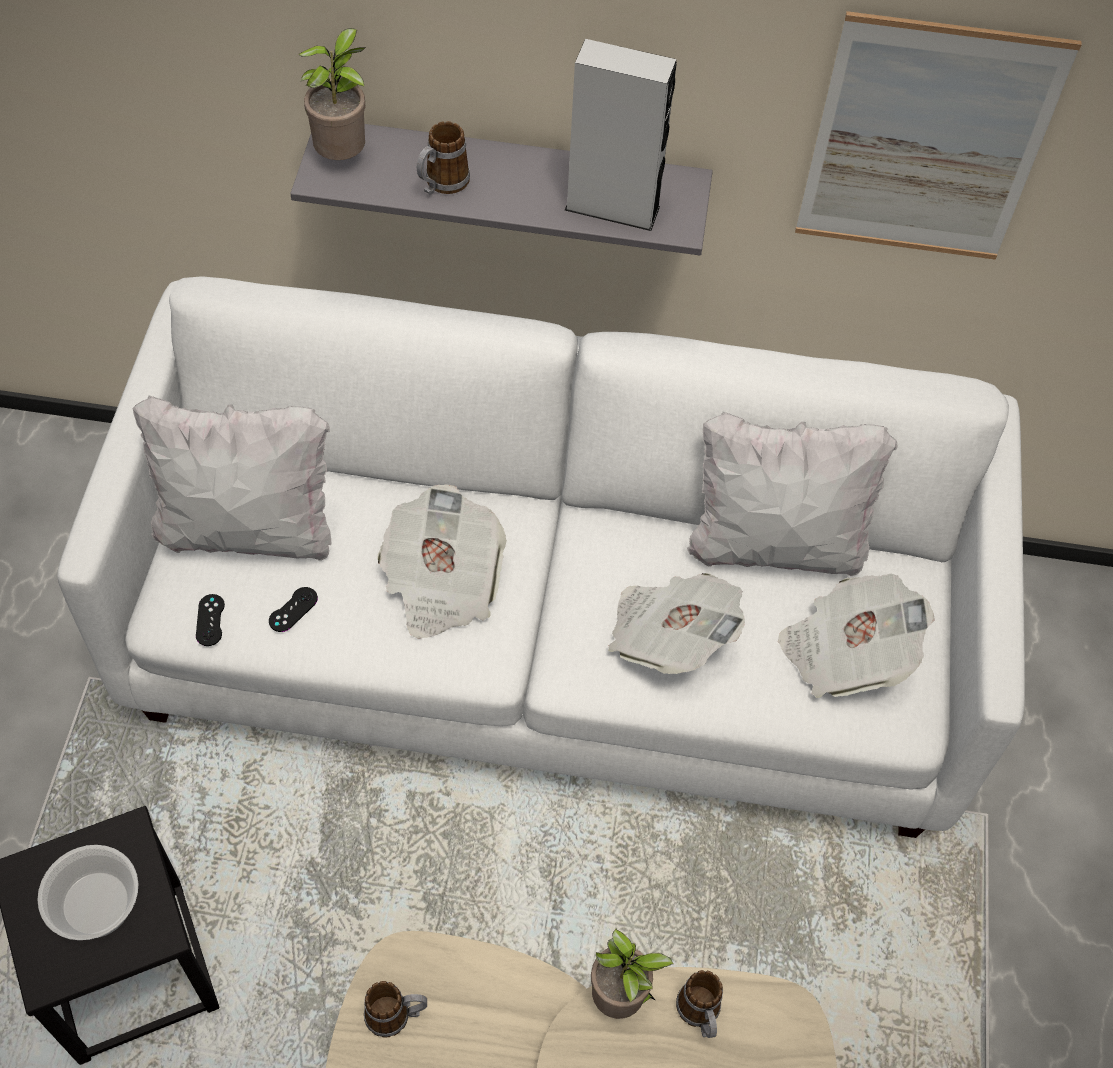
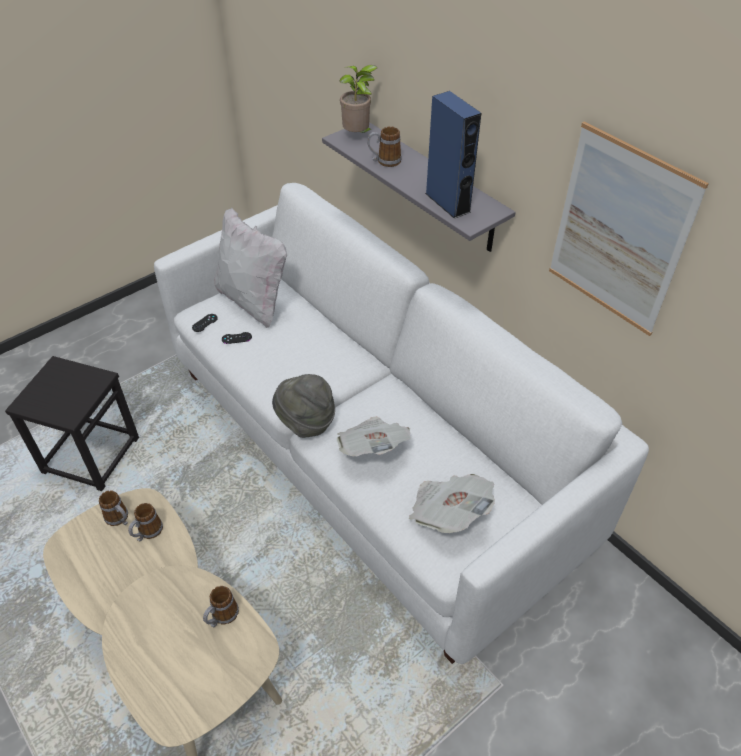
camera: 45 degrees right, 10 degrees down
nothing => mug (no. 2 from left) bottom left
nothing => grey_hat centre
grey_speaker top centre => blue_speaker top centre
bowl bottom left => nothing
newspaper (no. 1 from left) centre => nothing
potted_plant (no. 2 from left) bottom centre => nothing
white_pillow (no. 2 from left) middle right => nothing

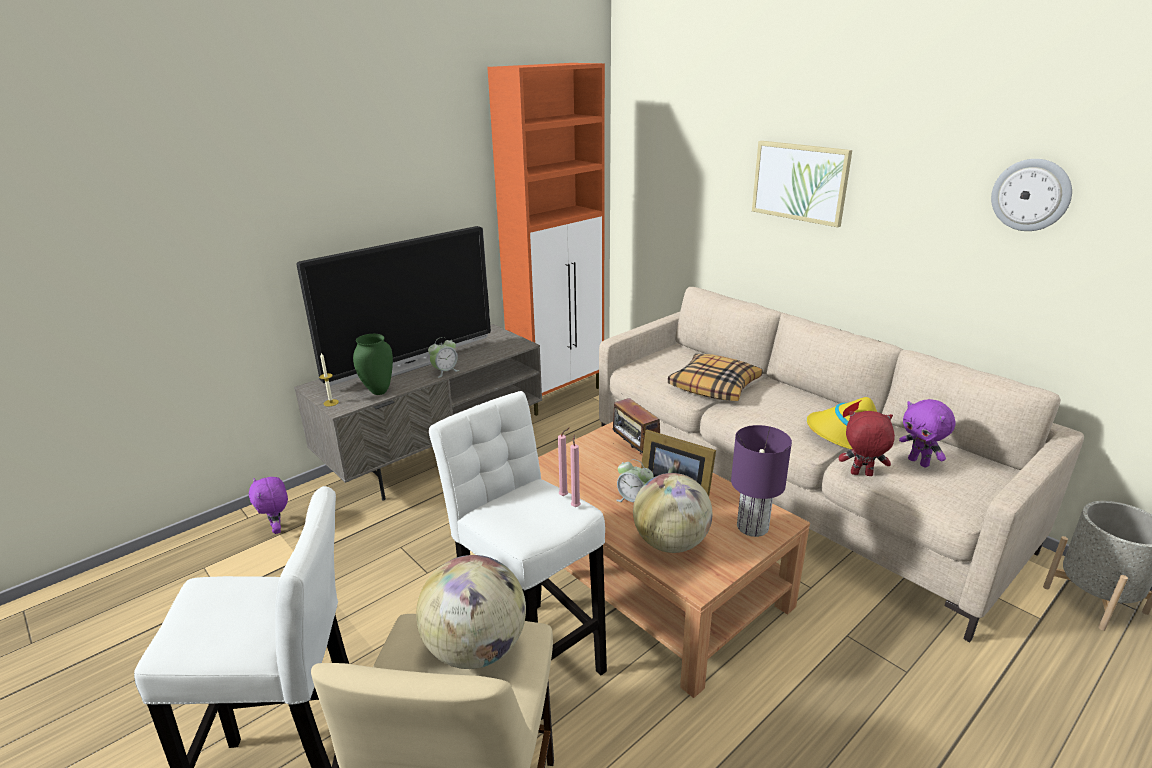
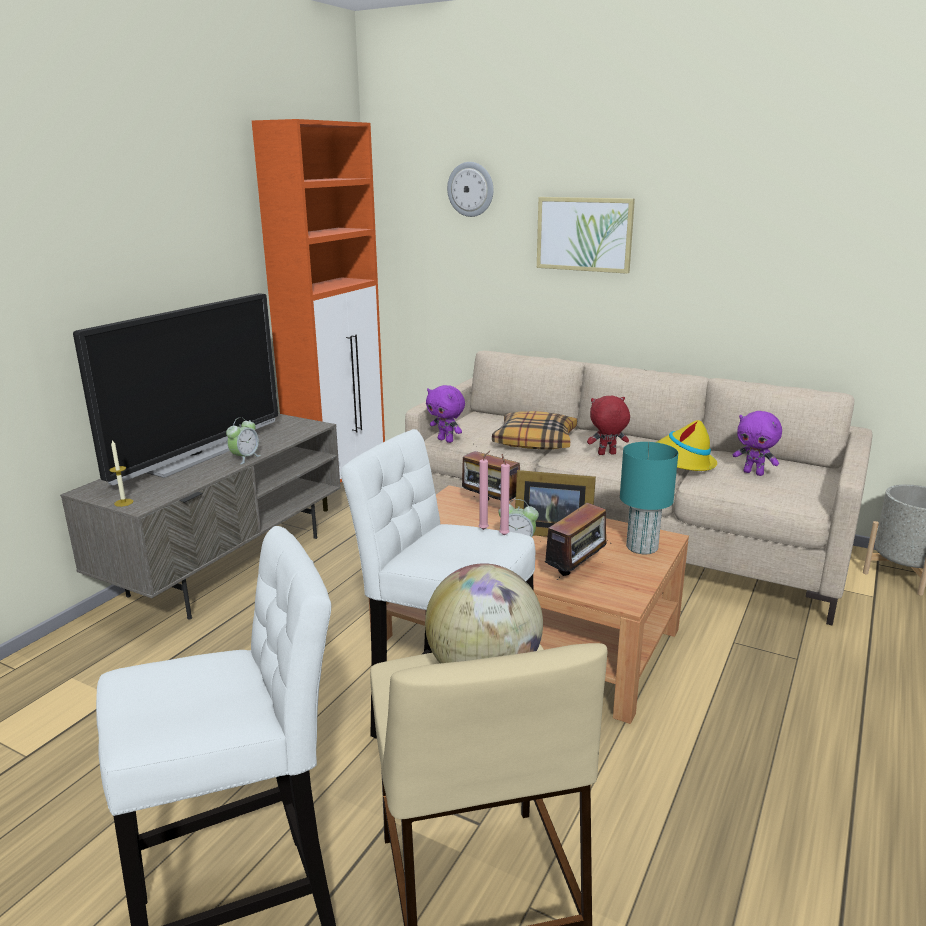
camera: 20 degrees left, 5 degrees down
purple_plush_toy (no. 1 from left) middle left => purple_plush_toy (no. 1 from left) centre, shifted
wall_clock top right => wall_clock top centre, shifted
globe (no. 2 from left) bottom centre => radio (no. 2 from left) centre
red_plush_toy middle right => red_plush_toy centre, shifted
purple_table_lamp centre => turquoise_table_lamp middle right
green_vase middle left => nothing

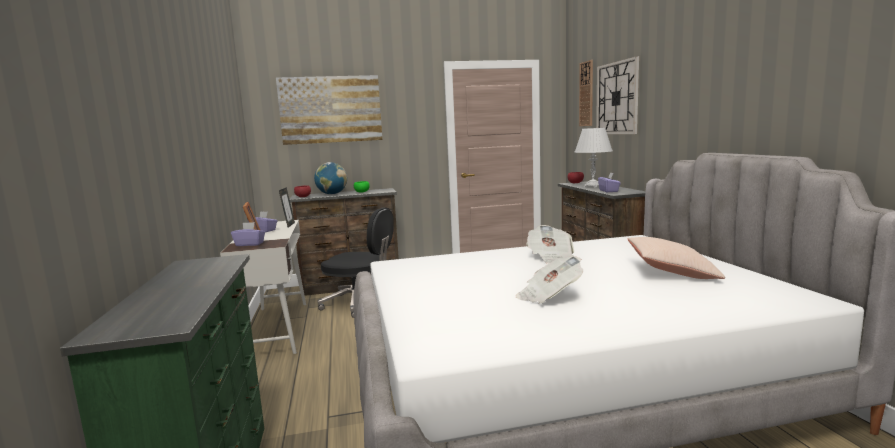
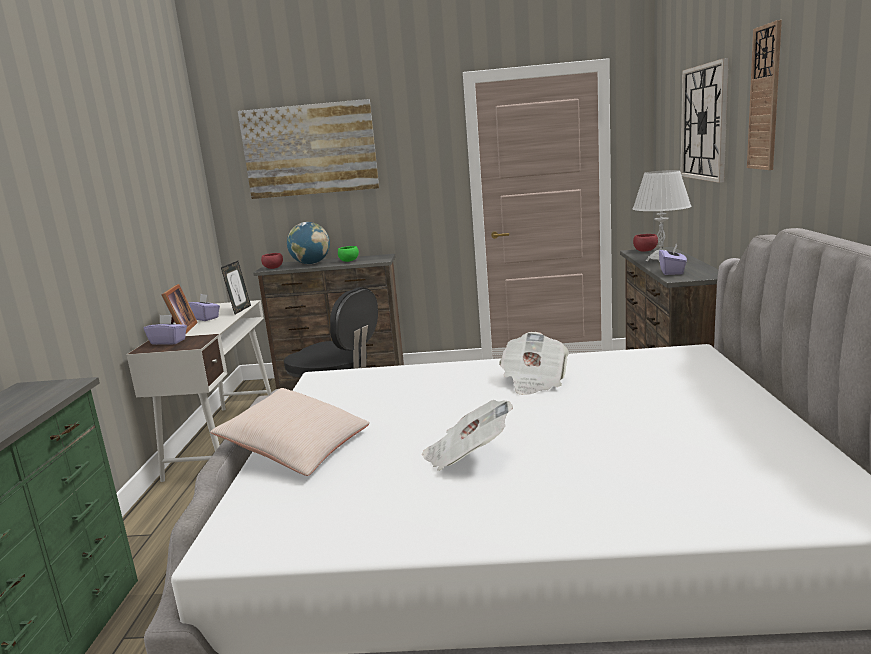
camera: 15 degrees right, 5 degrees up
beige_pillow middle right => beige_pillow middle left, shifted
wall_clock (no. 1 from left in the first image) top centre => wall_clock (no. 2 from left) top right, shifted

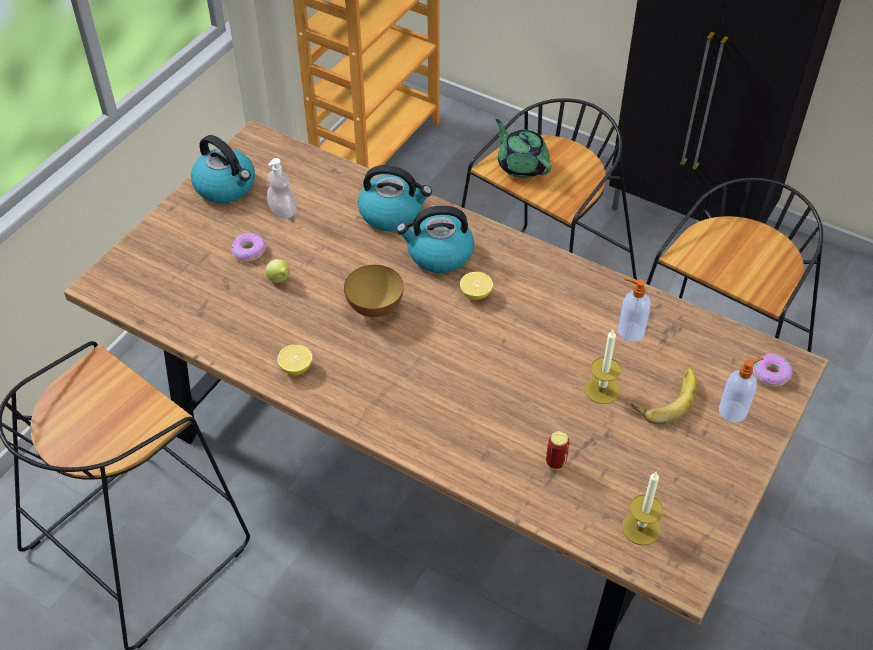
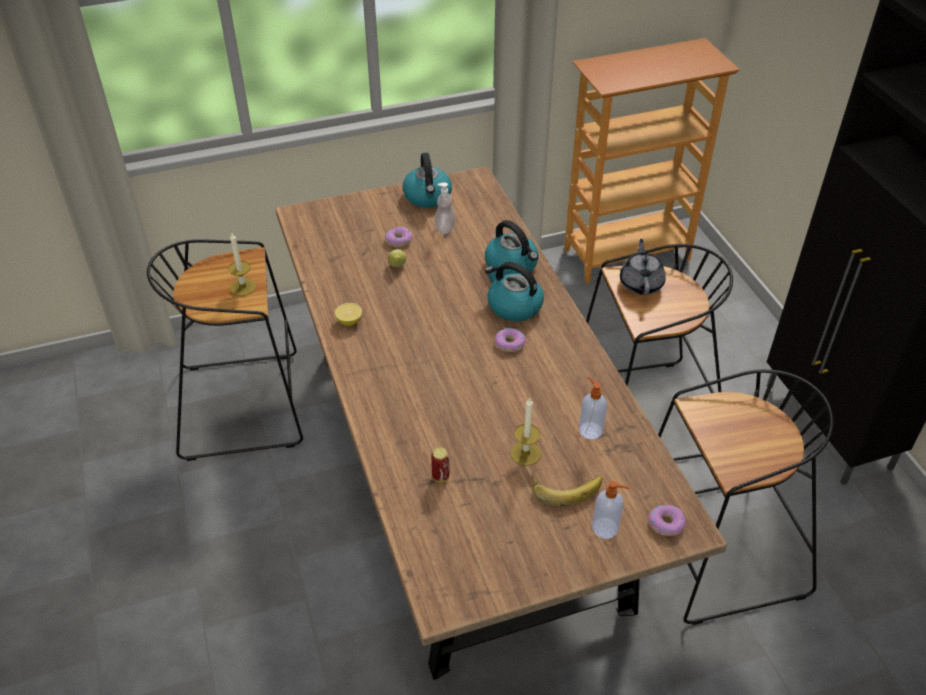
camera: 40 degrees right, 5 degrees down
candle (no. 2 from left in the first image) bottom right => candle (no. 1 from left) middle left, shifted
lemon (no. 3 from left) centre => donut (no. 2 from left) centre
green_teapot top centre => grey_teapot middle right
bowl centre => nothing

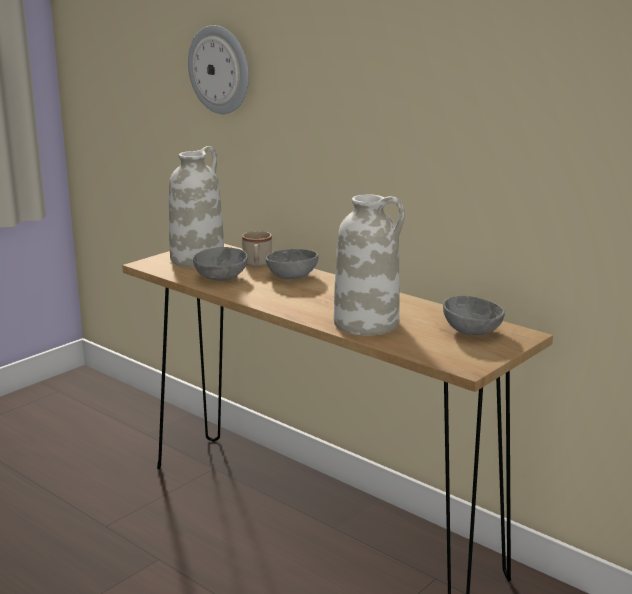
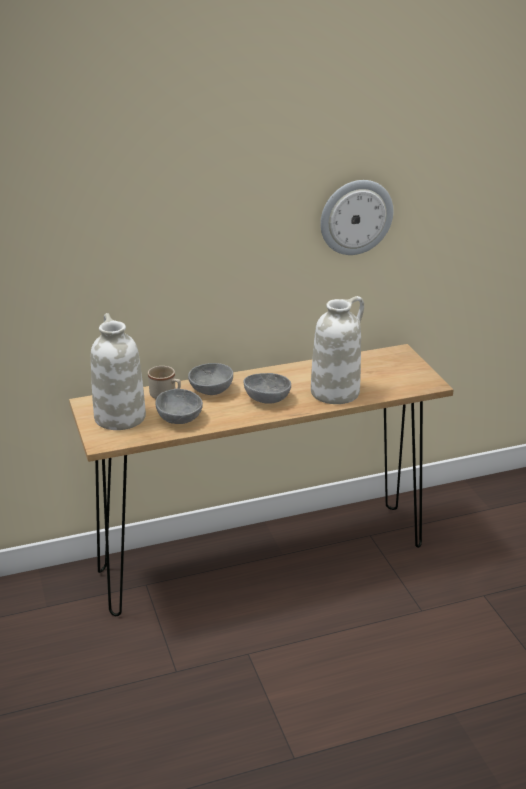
camera: 60 degrees left, 10 degrees up
grey_bowl (no. 3 from left) middle right => grey_bowl (no. 3 from left) centre, shifted
wall_clock top centre => wall_clock top right, shifted

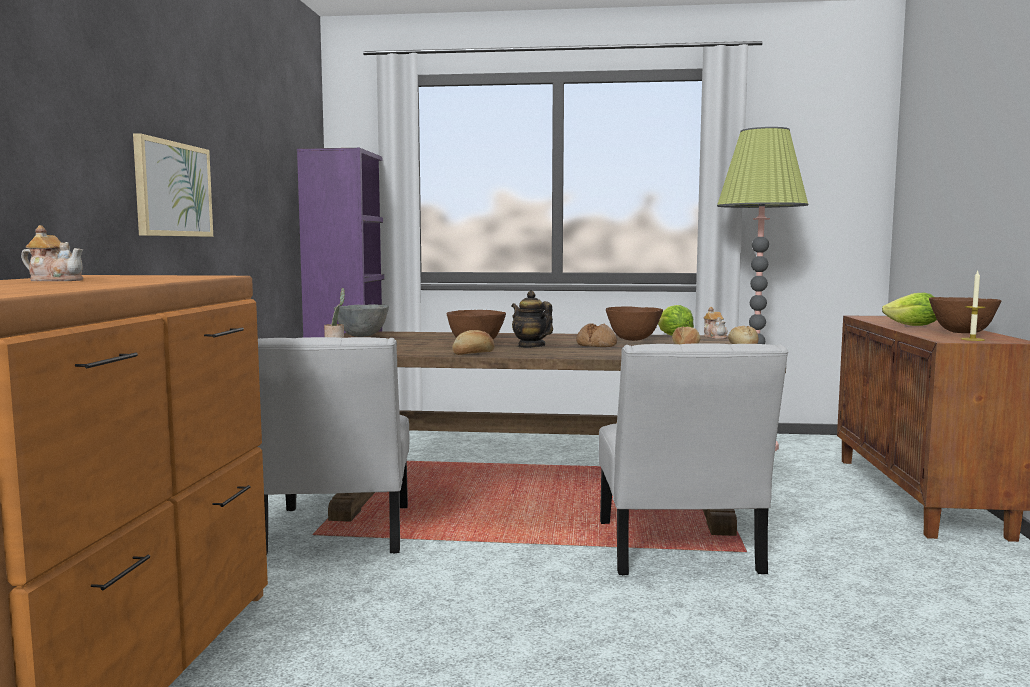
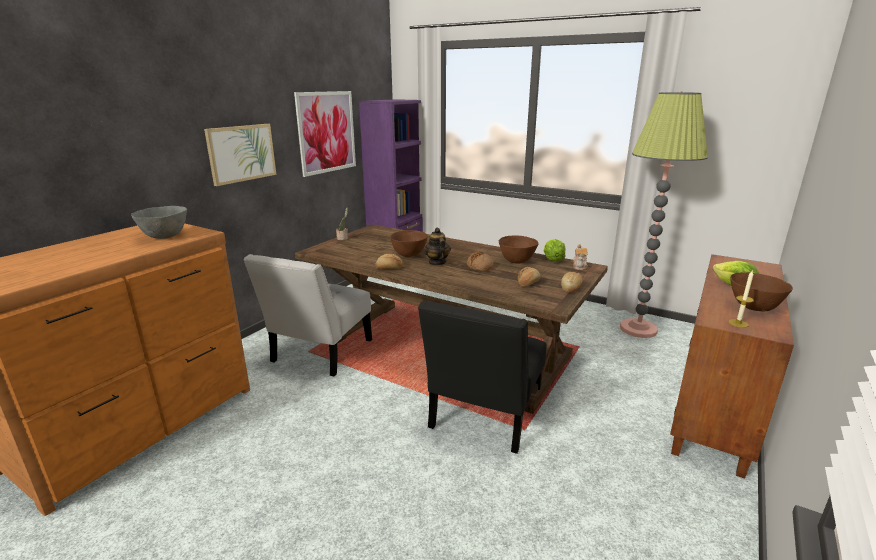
camera: 25 degrees right, 15 degrees up
grey_bowl centre => grey_bowl middle left, shifted
nothing => picture (no. 2 from left) top centre
white_chair (no. 2 from left) bottom right => black_chair bottom centre
teapot (no. 1 from left) middle left => nothing

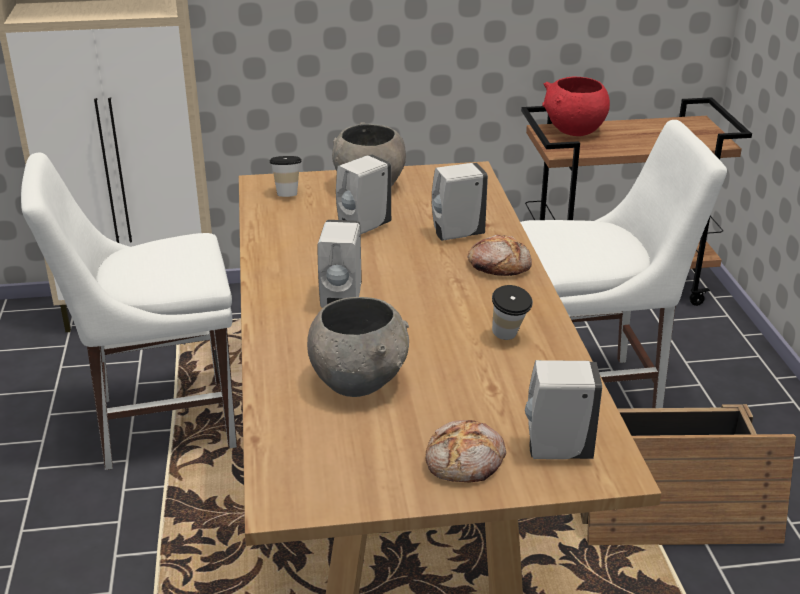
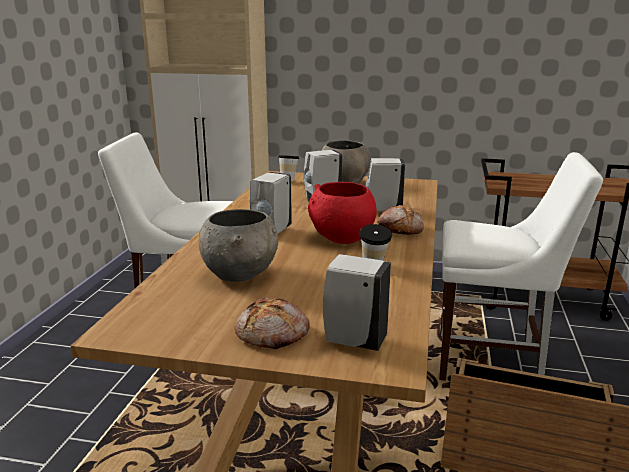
camera: 20 degrees right, 10 degrees down
red_bowl top right => red_bowl centre, shifted

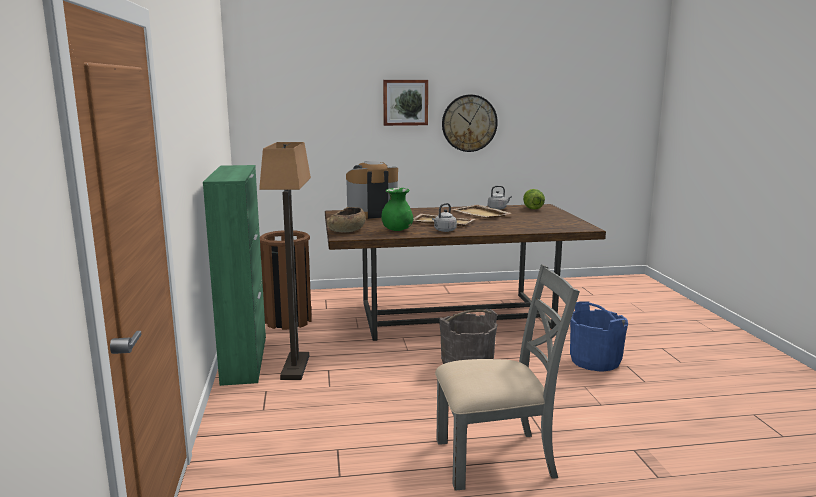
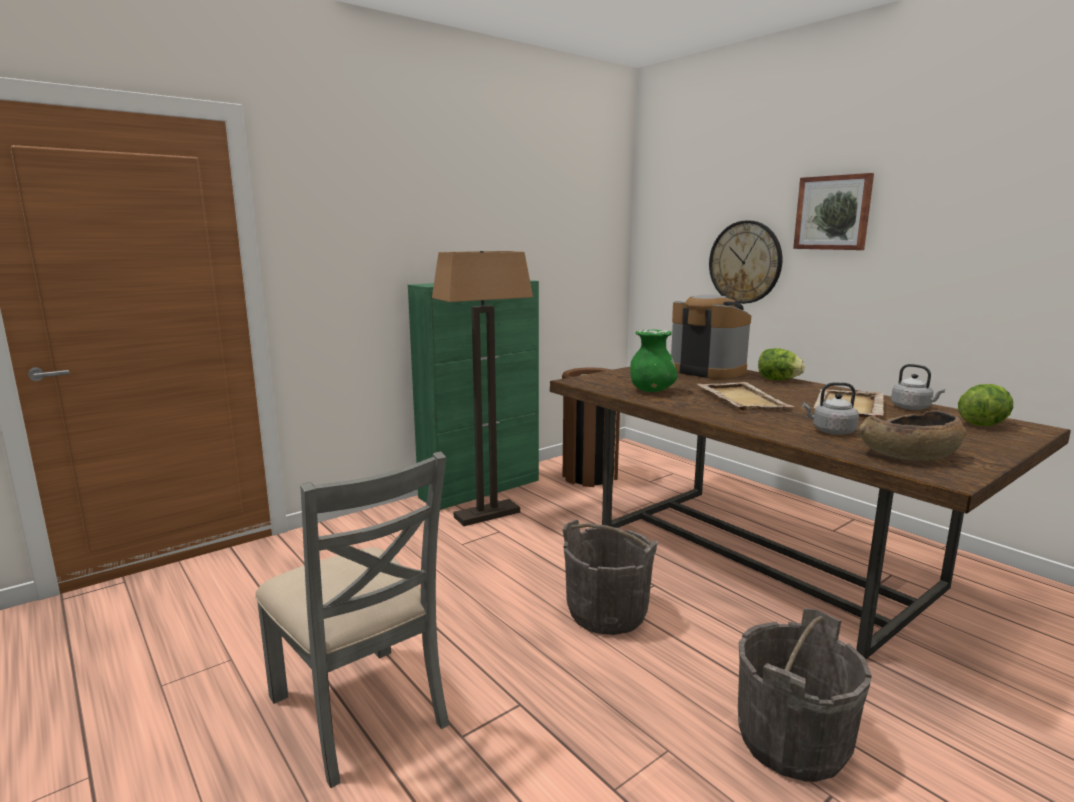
camera: 60 degrees right, 0 degrees up
wall_clock top centre => wall_clock top right, shifted
blue_bucket bottom right => grey_bucket (no. 2 from left) bottom right
nothing => lettuce (no. 1 from left) middle right
grey_kettle (no. 1 from left) centre => grey_kettle (no. 1 from left) middle right, shifted
brown_bowl centre => brown_bowl middle right, shifted

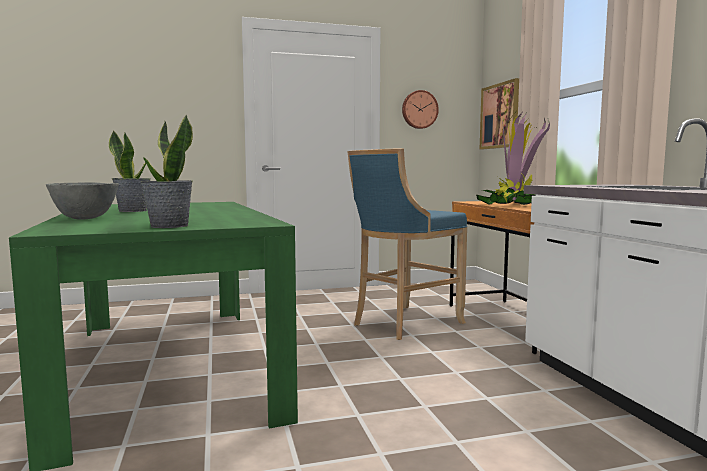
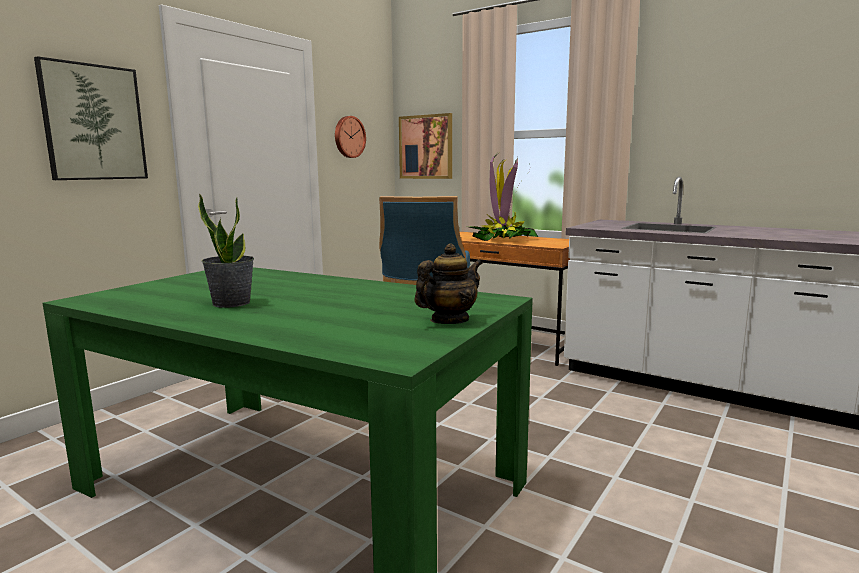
camera: 40 degrees left, 5 degrees up
nothing => picture (no. 1 from left) top left
potted_plant (no. 2 from left) middle left => teapot centre
grey_bowl middle left => nothing

